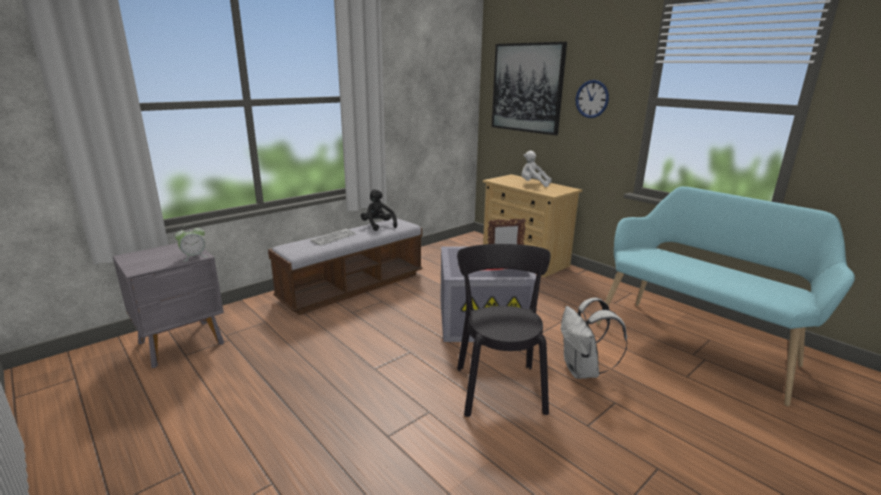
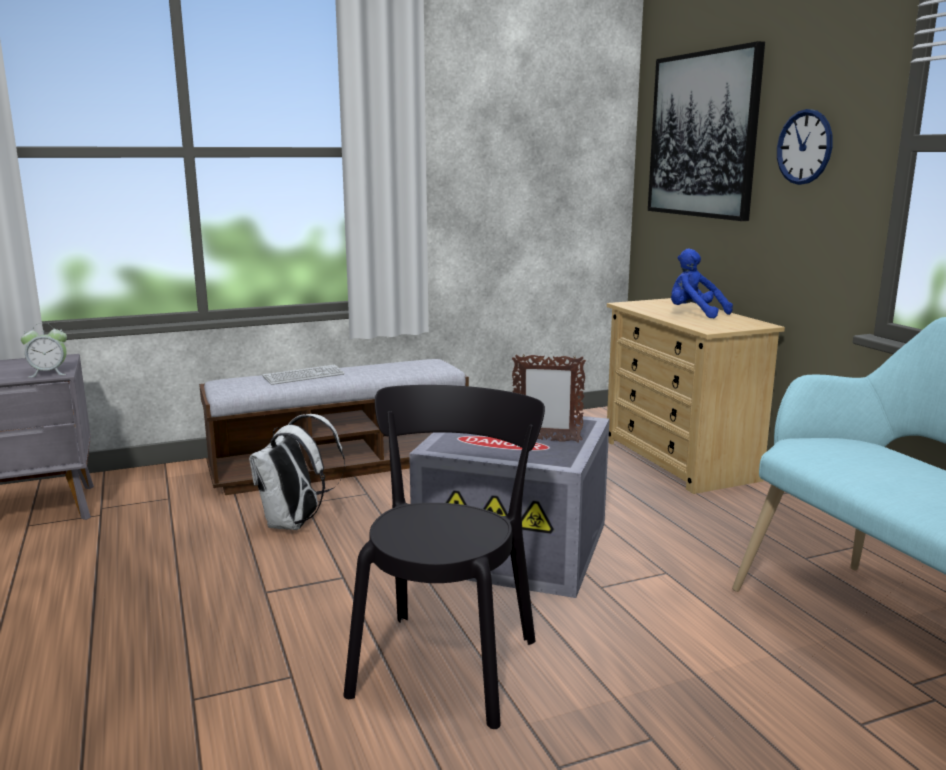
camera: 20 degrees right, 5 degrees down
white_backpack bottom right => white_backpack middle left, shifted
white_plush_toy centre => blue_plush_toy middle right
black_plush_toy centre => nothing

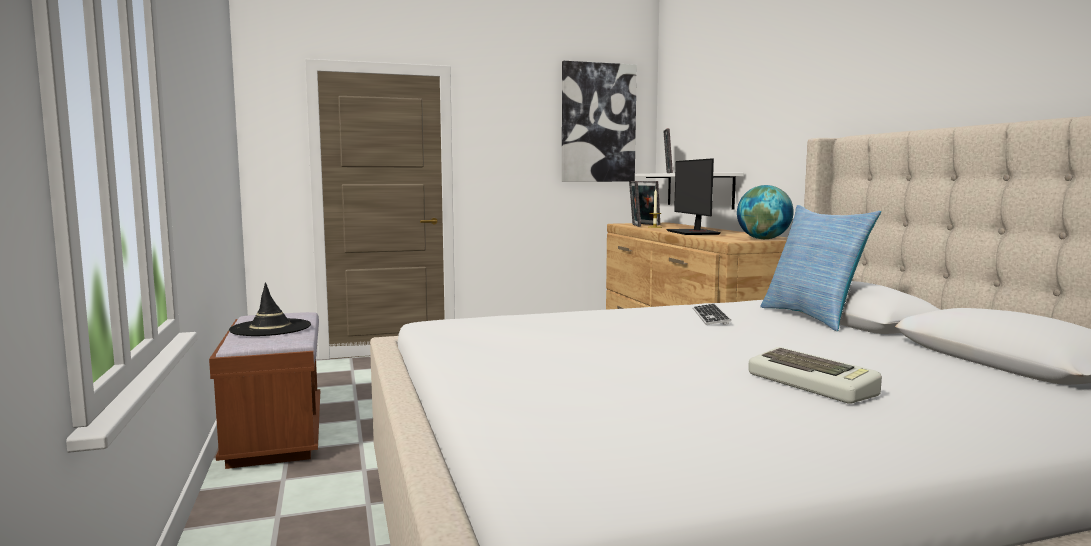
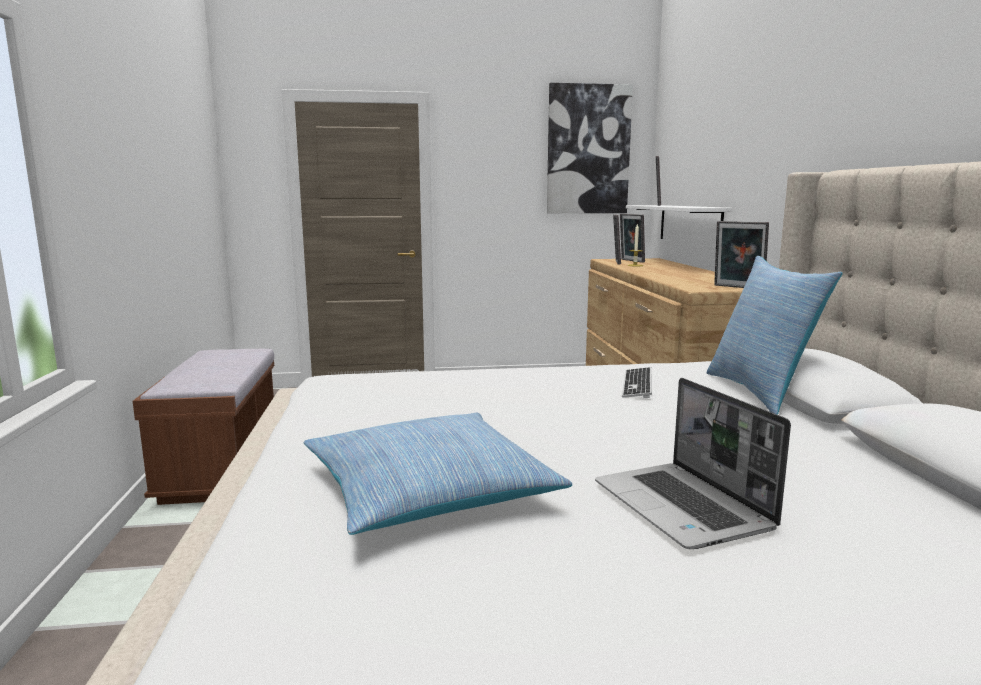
camera: 10 degrees right, 5 degrees up
nothing => pillow (no. 1 from left) bottom centre
keyboard (no. 2 from left) bottom right => laptop bottom right
globe middle right => picture_frame (no. 4 from left) middle right
black_hat middle left => nothing
monitor centre => nothing

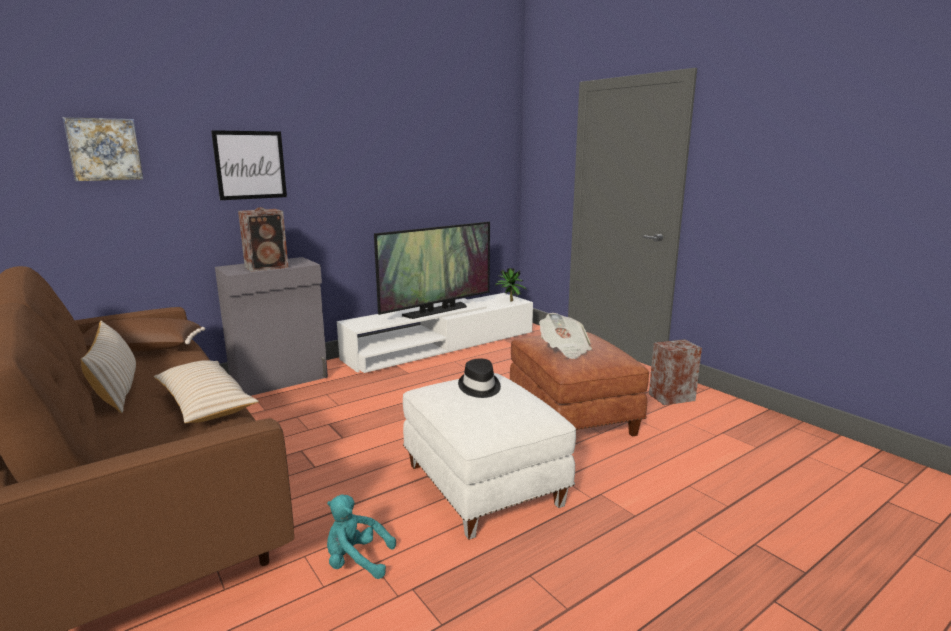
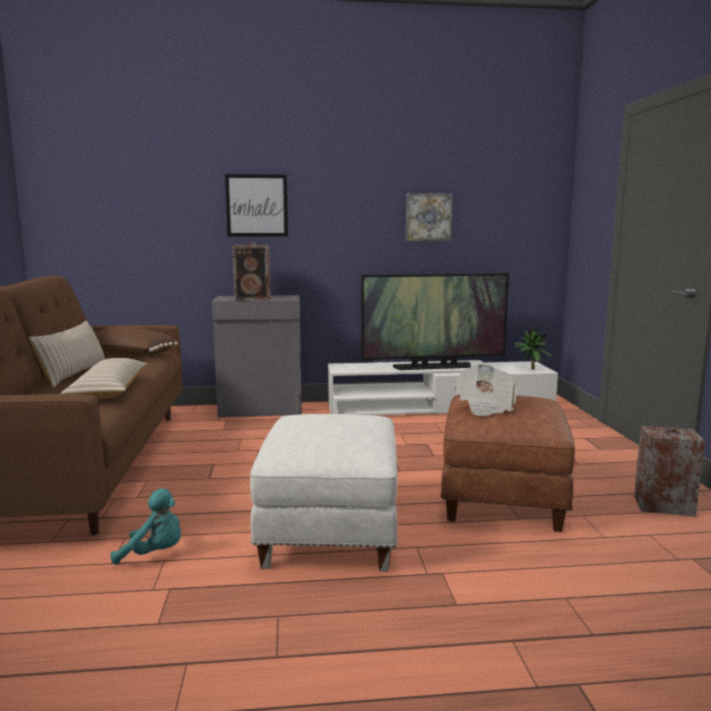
camera: 30 degrees right, 5 degrees down
turquoise_plush_toy bottom centre => turquoise_plush_toy bottom left, 150 degrees clockwise
picture (no. 1 from left in the first image) top left => picture (no. 2 from left) top centre, shifted
black_hat centre => nothing

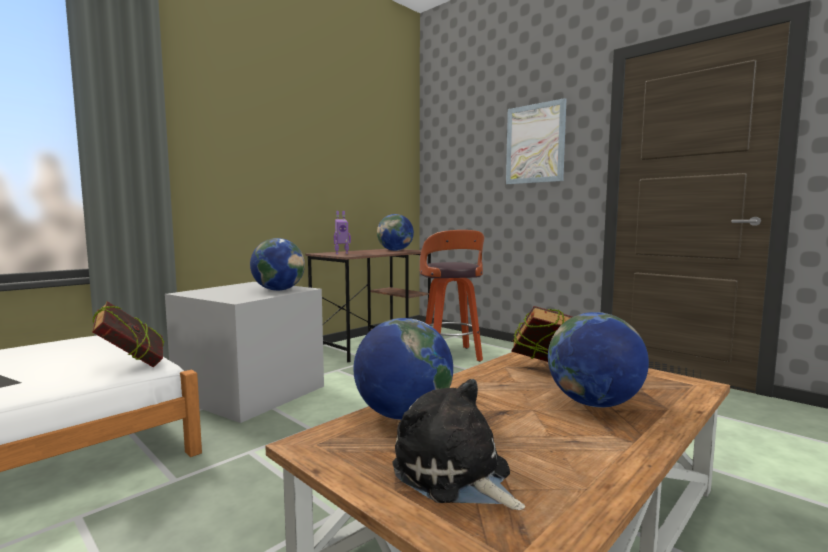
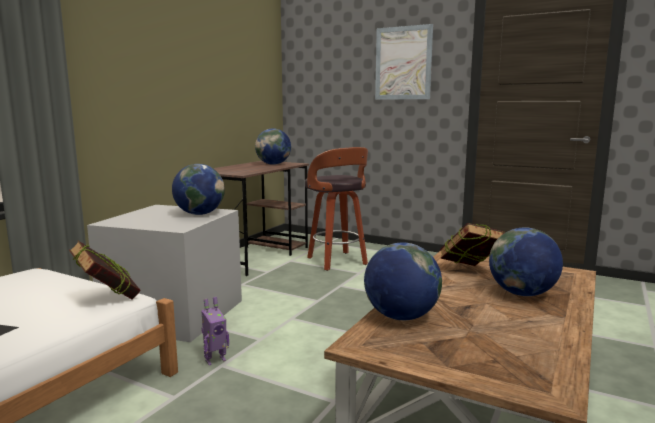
camera: 15 degrees left, 5 degrees up
toy_robot centre => toy_robot bottom left, shifted
plush_toy bottom centre => nothing

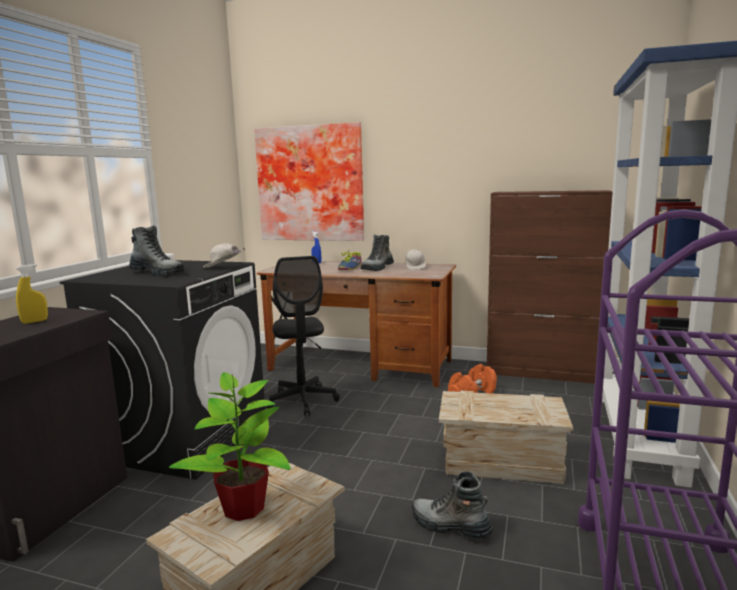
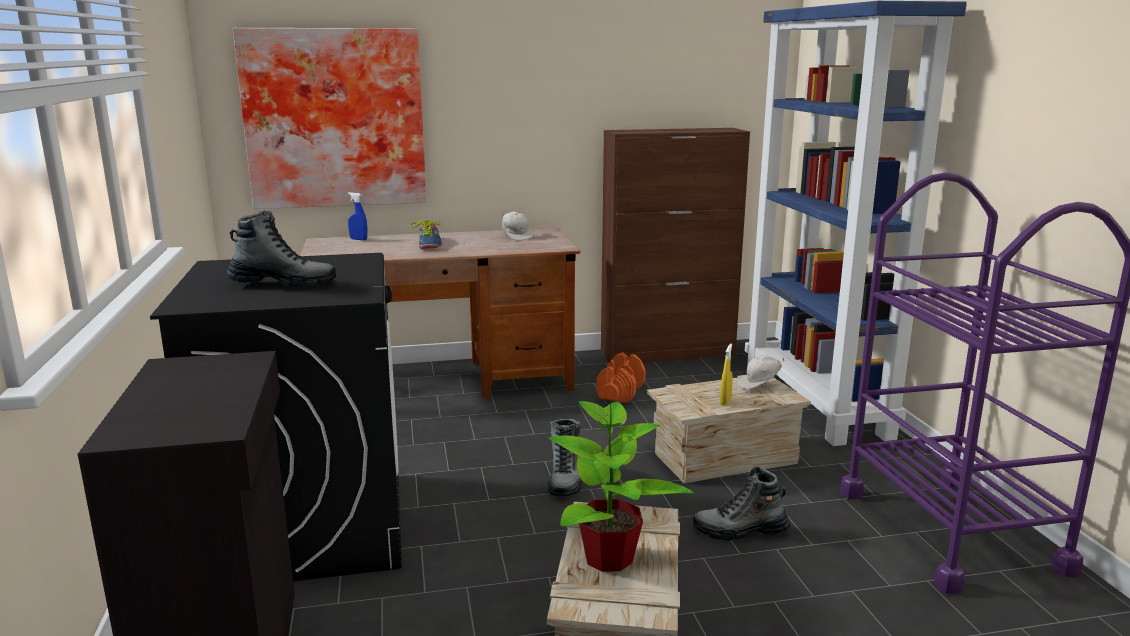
camera: 30 degrees left, 5 degrees up
boot (no. 2 from left) centre => boot (no. 2 from left) bottom centre, shifted
yellow_spray_bottle middle left => yellow_spray_bottle centre, shifted
white_cap (no. 1 from left in the first image) middle left => white_cap (no. 2 from left) middle right, shifted
black_office_chair centre => nothing

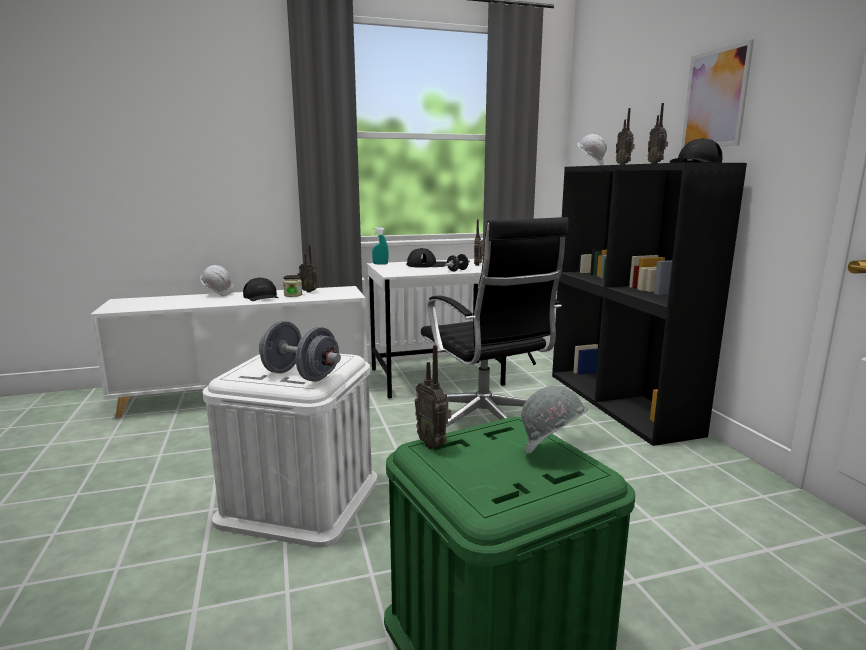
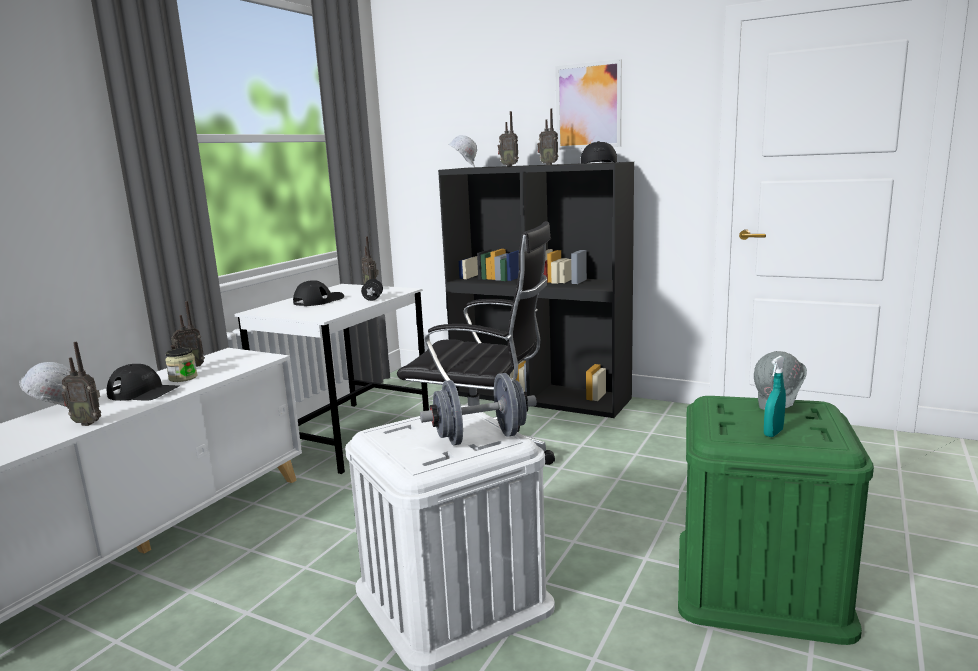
camera: 45 degrees left, 0 degrees up
radio (no. 2 from left in the first image) centre => radio (no. 1 from left) middle left, shifted
turquoise_spray_bottle centre => turquoise_spray_bottle middle right, shifted

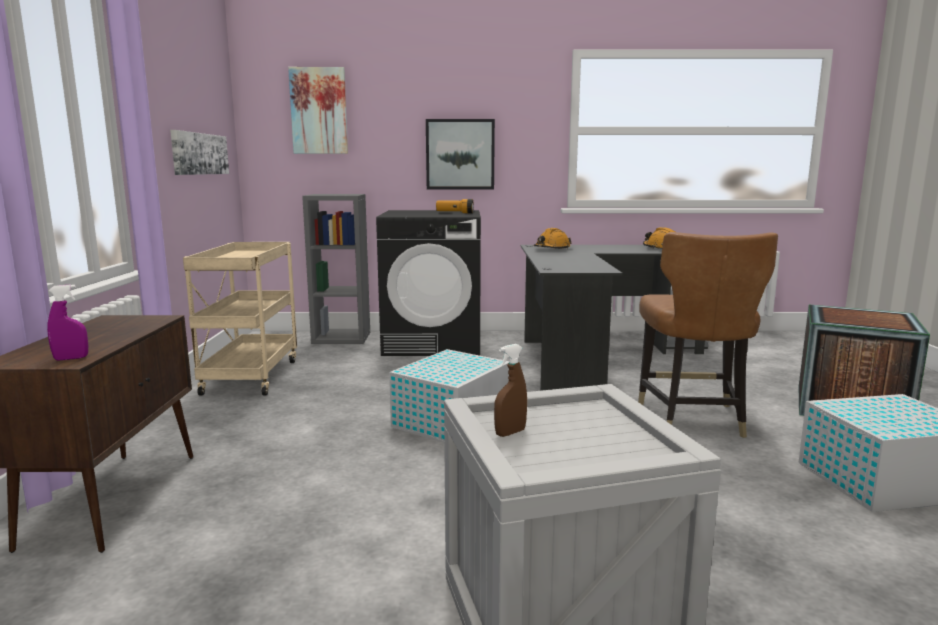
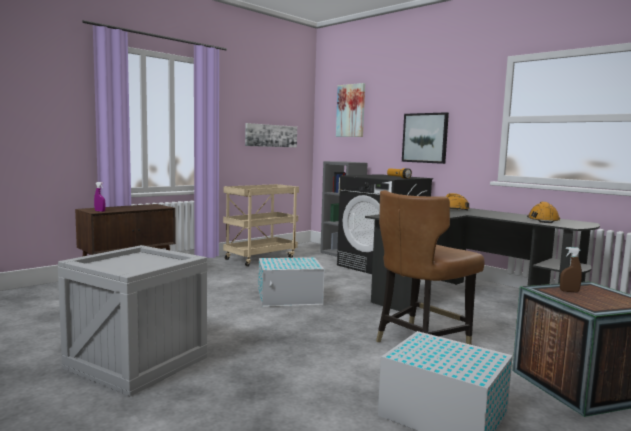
camera: 45 degrees right, 5 degrees down
brown_spray_bottle centre => brown_spray_bottle middle right, shifted

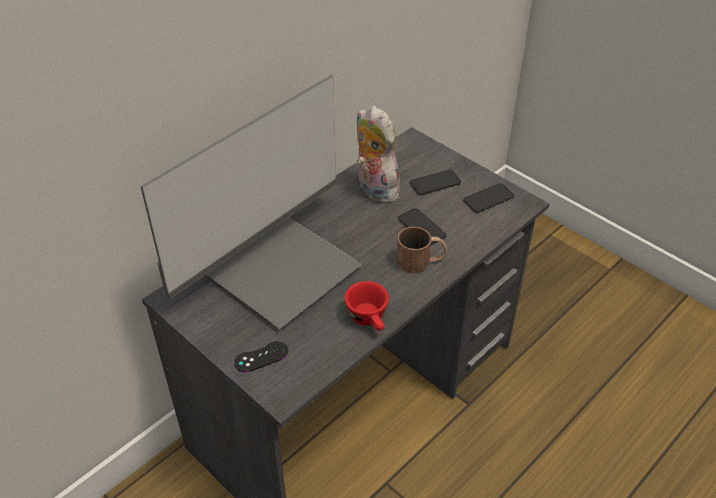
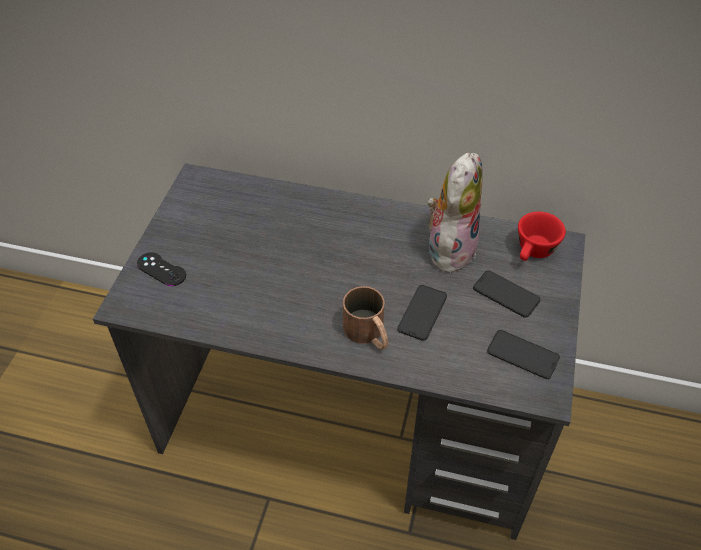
camera: 60 degrees right, 5 degrees up
red_cup centre => red_cup middle right, shifted
monitor centre => nothing

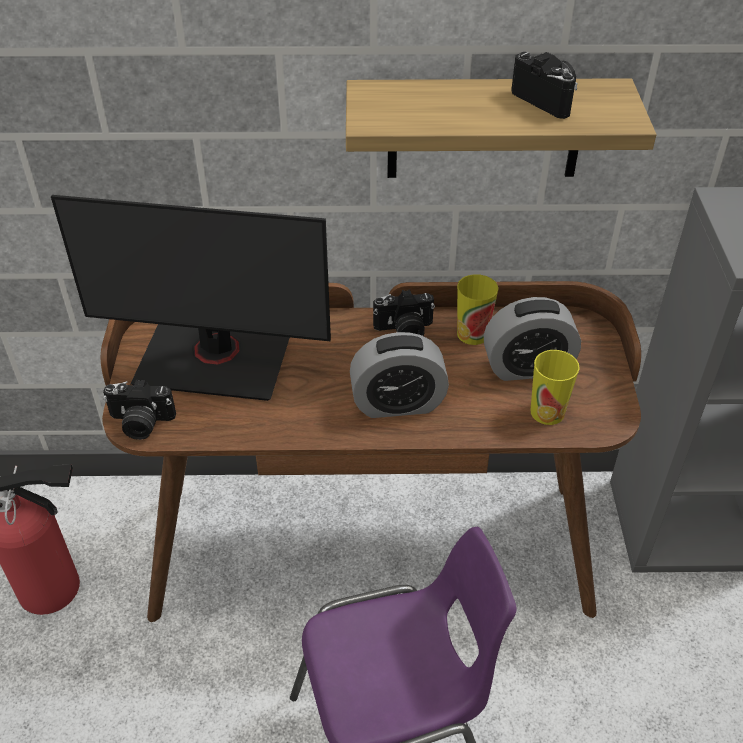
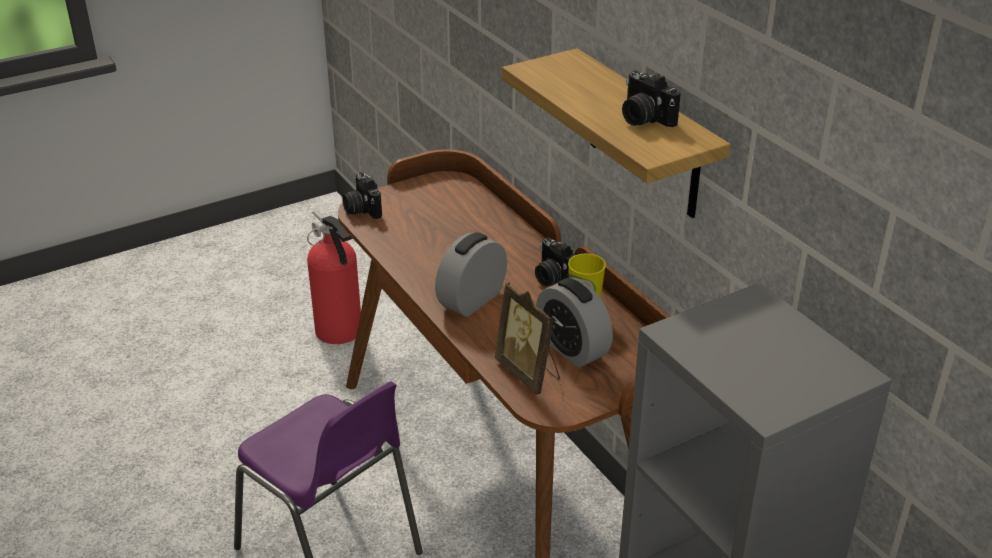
camera: 60 degrees right, 10 degrees down
alarm_clock (no. 1 from left) centre, 75 degrees clockwise
cup (no. 2 from left) middle right => picture_frame centre
photo_camera (no. 3 from left) top right => photo_camera (no. 3 from left) top centre, 120 degrees clockwise
monitor middle left => nothing

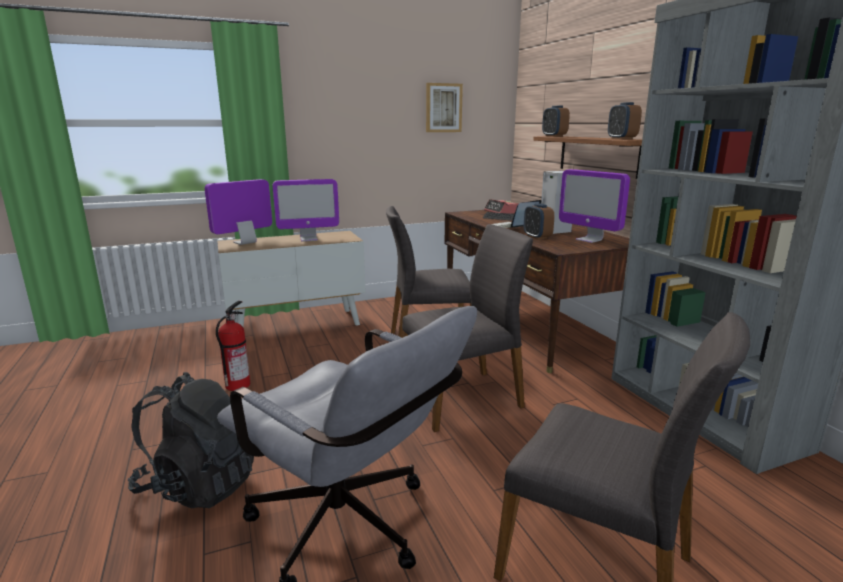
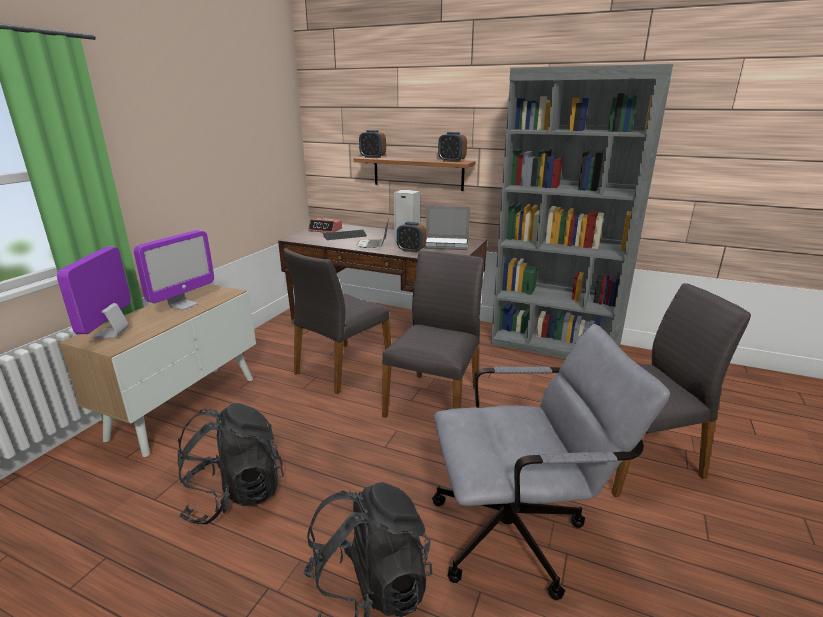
camera: 45 degrees left, 5 degrees up
fire_extinguisher middle left => black_backpack (no. 1 from left) bottom left
monitor (no. 3 from left) middle right => laptop (no. 2 from left) centre
picture top centre => nothing

